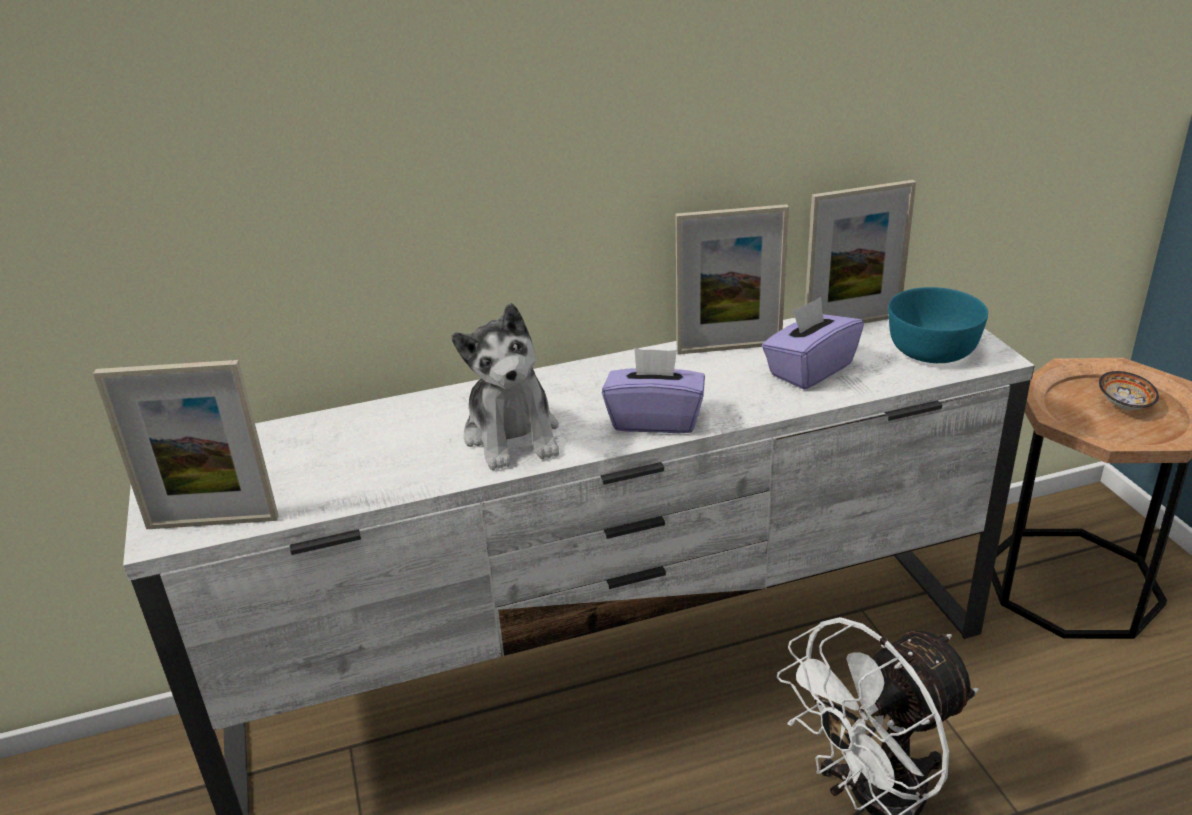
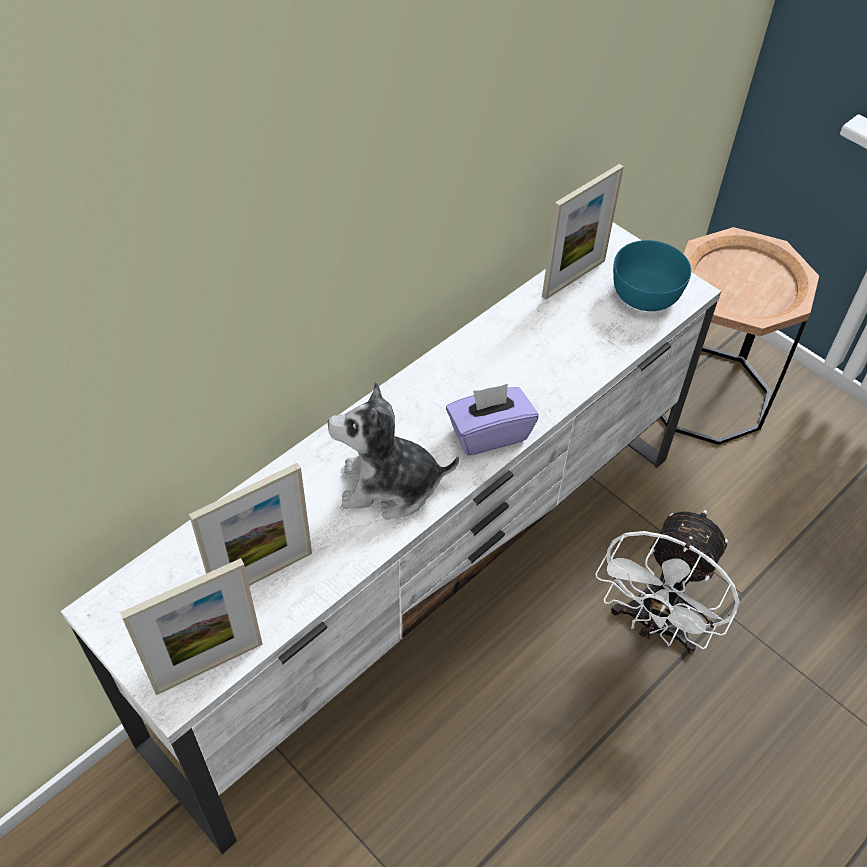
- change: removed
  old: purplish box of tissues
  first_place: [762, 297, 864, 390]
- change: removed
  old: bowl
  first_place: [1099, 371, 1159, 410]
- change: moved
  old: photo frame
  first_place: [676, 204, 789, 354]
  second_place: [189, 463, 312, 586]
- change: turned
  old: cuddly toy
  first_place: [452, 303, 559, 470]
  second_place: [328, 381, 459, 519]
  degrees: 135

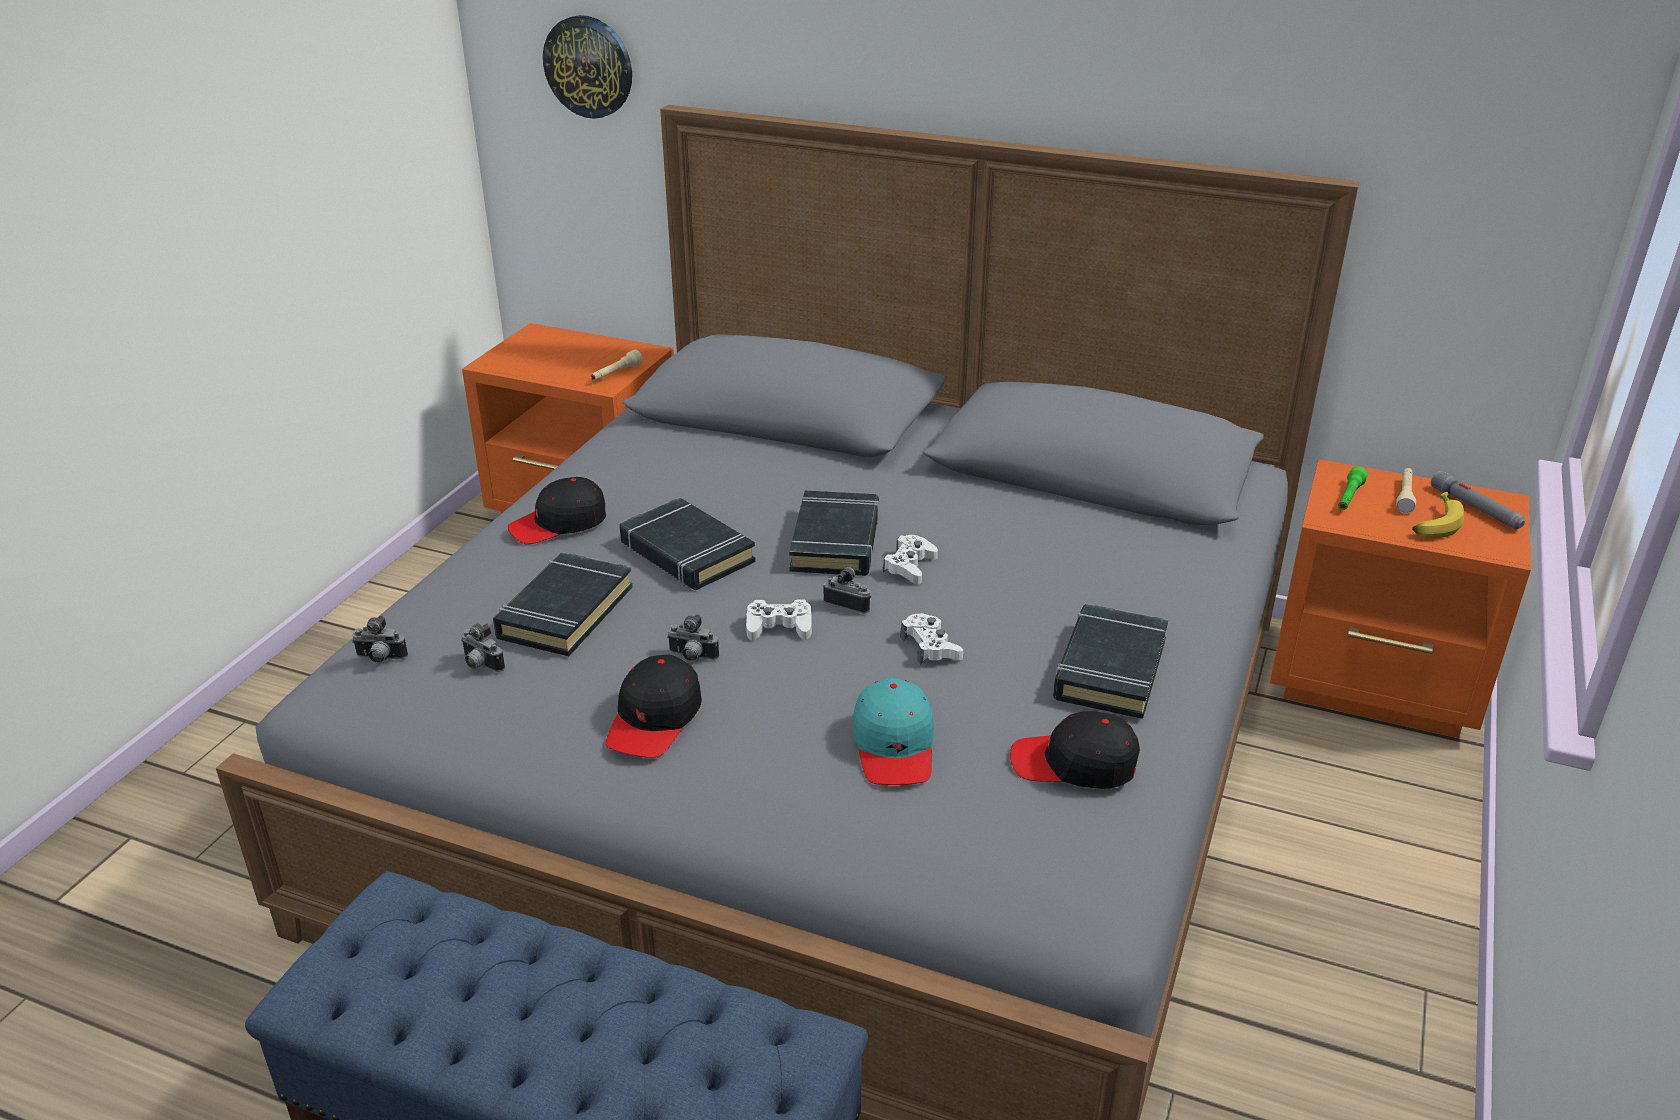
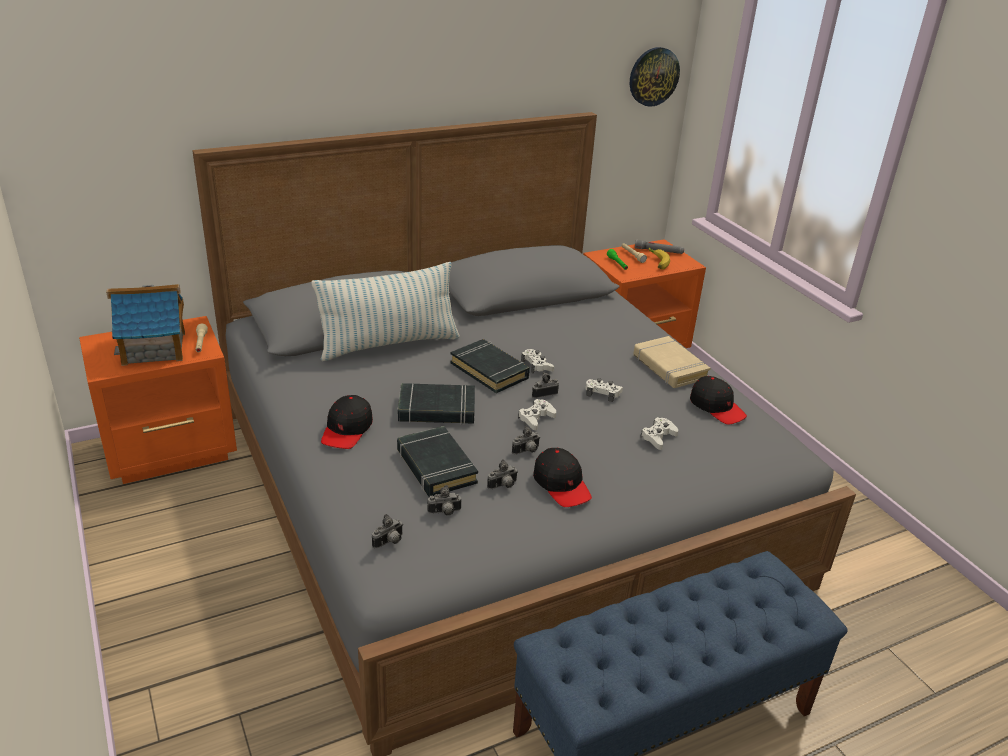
- change: added
  new: miniature house
  second_place: [106, 284, 185, 366]
- change: added
  new: cushion
  second_place: [312, 262, 460, 361]
- change: added
  new: photo camera
  second_place: [487, 459, 518, 489]
- change: moved
  old: clock on the wall
  first_place: [543, 15, 632, 119]
  second_place: [630, 47, 680, 107]
- change: replaced
  old: turquoise-coloured baseball cap
  new: white-coloured joypad
  first_place: [853, 678, 934, 785]
  second_place: [640, 417, 678, 450]
- change: recoloured
  old: black bound book
  new: beige bound book
  first_place: [1053, 604, 1169, 719]
  second_place: [633, 336, 711, 388]
- change: turned
  old: black baseball cap
  first_place: [1010, 711, 1140, 789]
  second_place: [690, 376, 747, 425]
  degrees: -90

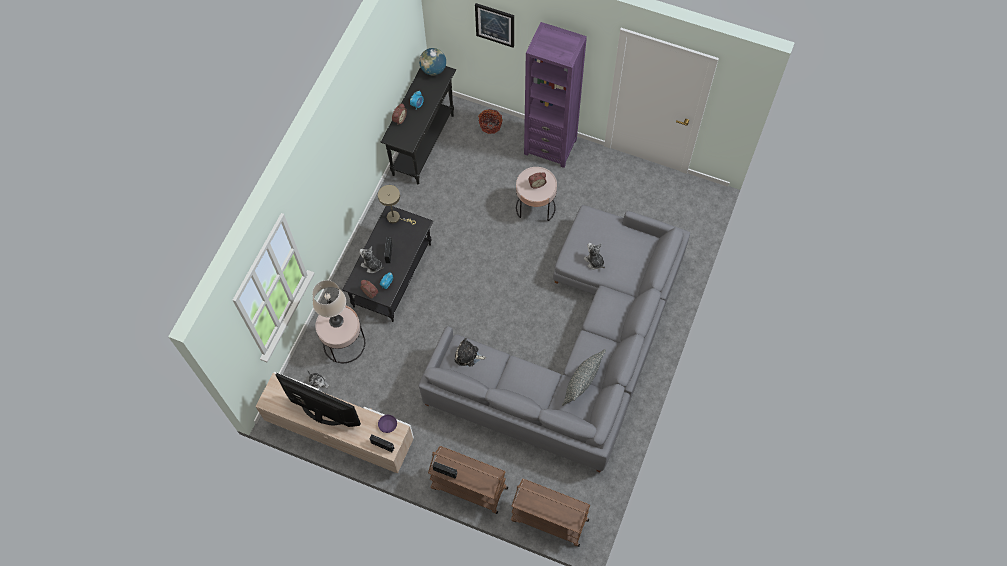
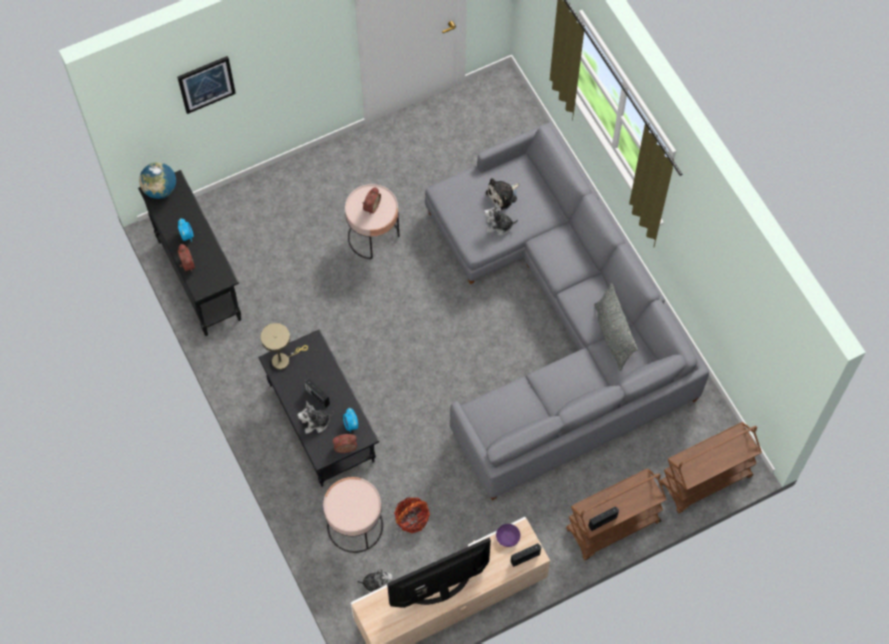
- change: removed
  old: beige tabletop lamp
  first_place: [313, 280, 346, 328]
- change: removed
  old: purplish bookshelf
  first_place: [524, 22, 587, 168]
- change: moved
  old: cuddly toy
  first_place: [455, 338, 486, 367]
  second_place: [486, 178, 519, 210]
- change: moved
  old: storage basket
  first_place: [478, 109, 502, 134]
  second_place: [394, 497, 430, 533]

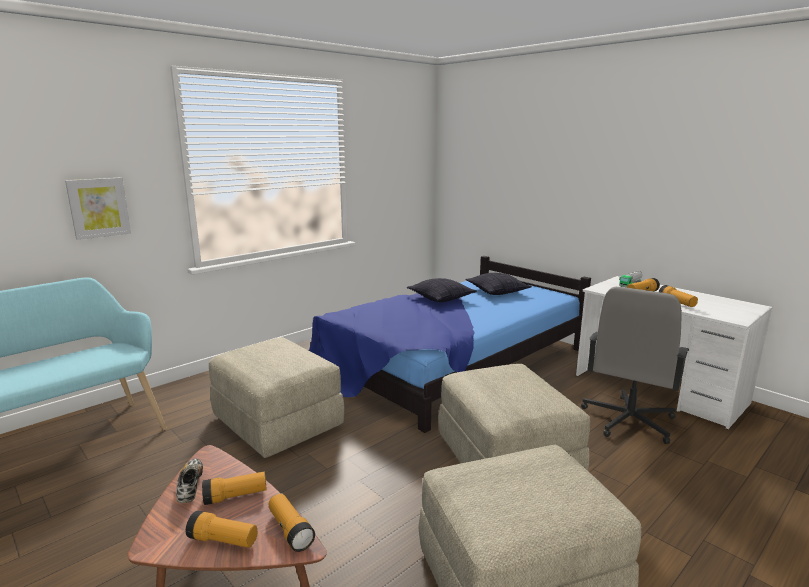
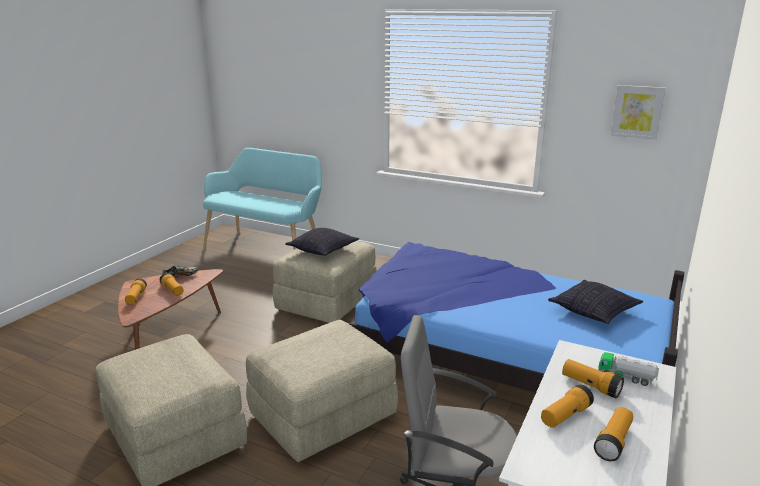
- change: moved
  old: wall art
  first_place: [65, 177, 131, 240]
  second_place: [611, 85, 666, 140]
- change: moved
  old: hand torch
  first_place: [269, 493, 315, 552]
  second_place: [594, 407, 633, 461]
- change: moved
  old: cushion
  first_place: [407, 278, 477, 302]
  second_place: [285, 228, 359, 256]

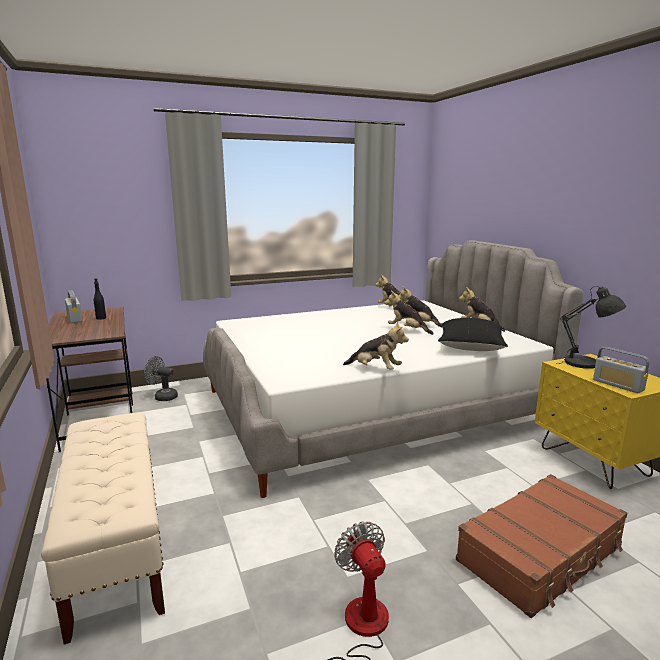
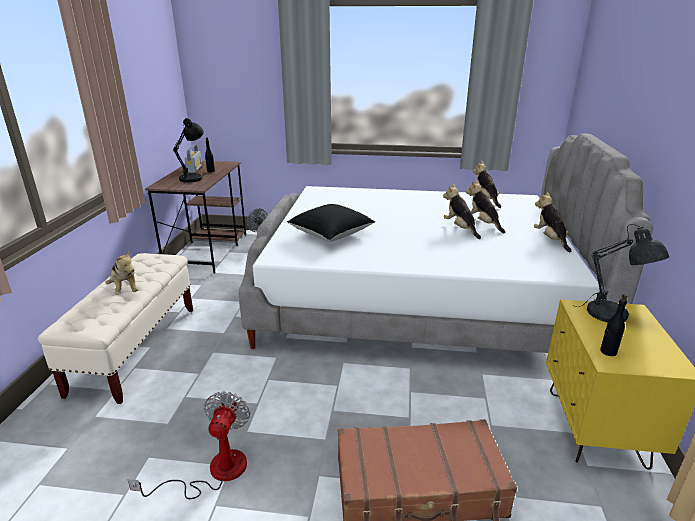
- change: added
  new: black tabletop lamp
  second_place: [173, 118, 204, 182]
- change: moved
  old: cuddly toy
  first_place: [343, 321, 409, 370]
  second_place: [105, 250, 138, 295]
- change: moved
  old: black cushion
  first_place: [438, 318, 508, 351]
  second_place: [287, 204, 375, 242]
- change: replaced
  old: radio
  new: black drink bottle
  first_place: [593, 347, 649, 393]
  second_place: [600, 294, 628, 356]

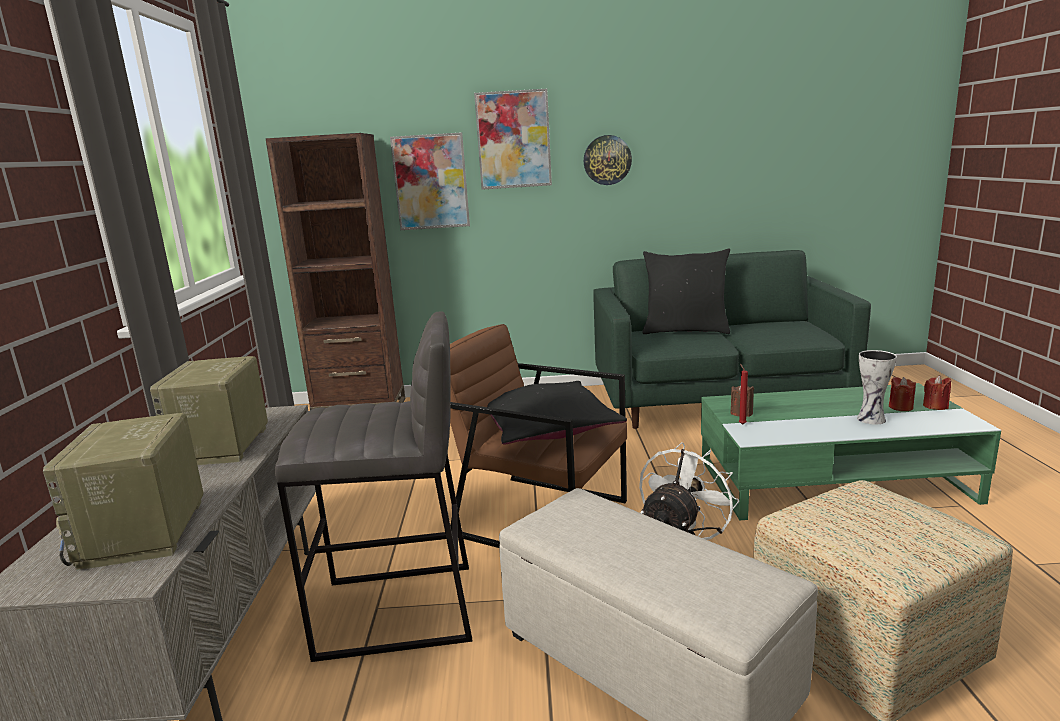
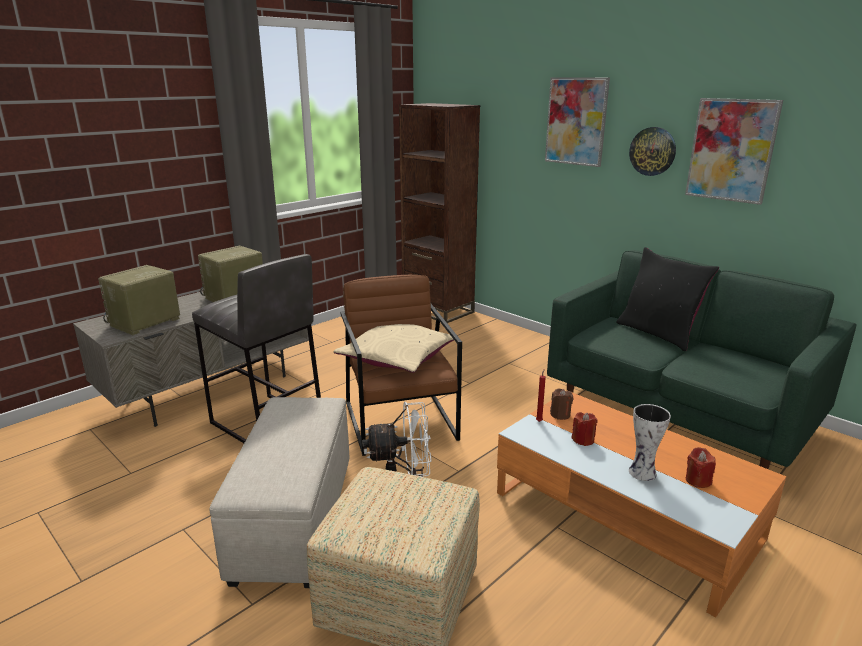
- change: moved
  old: wall art
  first_place: [390, 132, 470, 230]
  second_place: [685, 98, 783, 205]
- change: moved
  old: red candle
  first_place: [923, 375, 951, 410]
  second_place: [572, 412, 598, 446]
- change: recoloured
  old: black cushion
  new: beige cushion
  first_place: [487, 381, 627, 445]
  second_place: [334, 324, 454, 373]
- change: recoloured
  old: greenish lounge table
  new: orange lounge table
  first_place: [701, 383, 1001, 520]
  second_place: [497, 393, 786, 618]

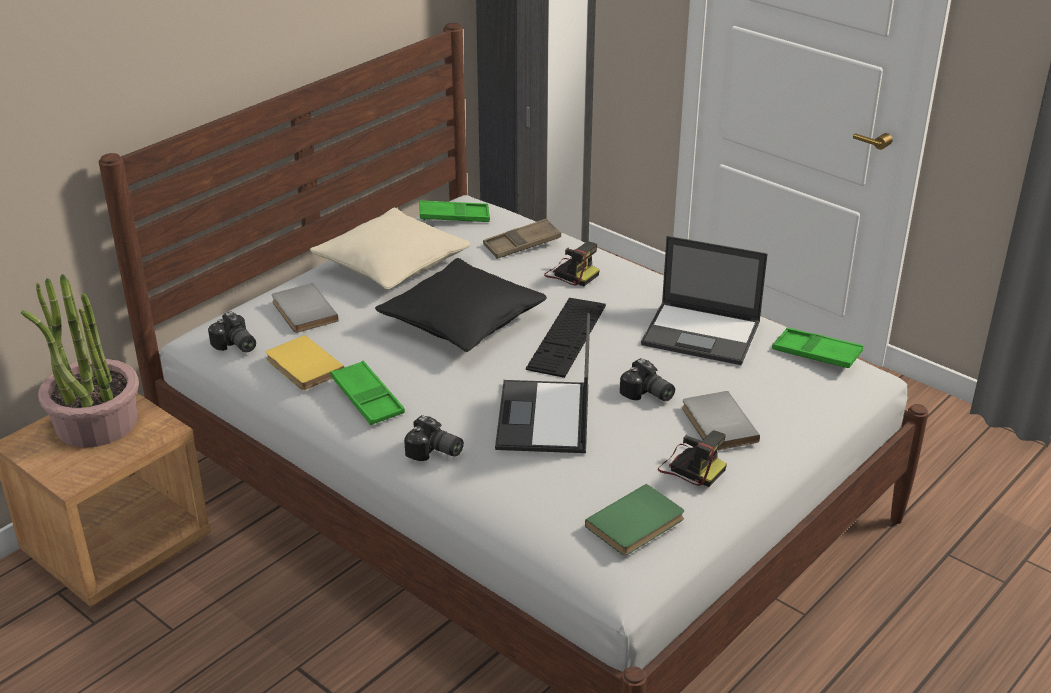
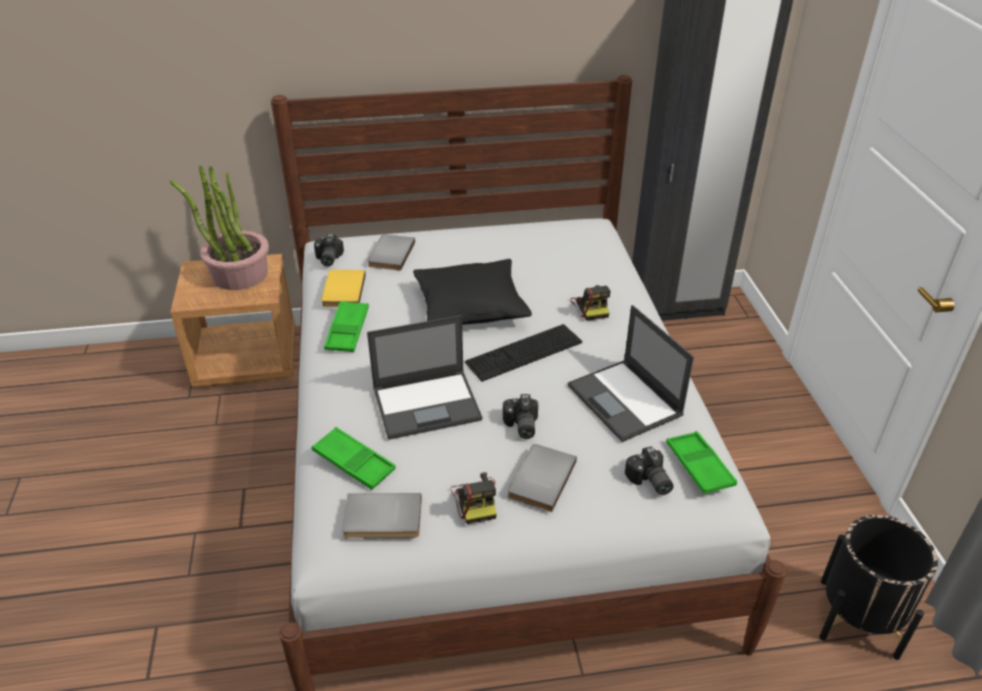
- change: removed
  old: beige cushion
  first_place: [310, 208, 471, 290]
- change: removed
  old: brown-coloured serving tray
  first_place: [483, 219, 561, 259]
- change: added
  new: black flower pot
  second_place: [819, 515, 938, 660]
- change: moved
  old: photo camera
  first_place: [404, 415, 464, 461]
  second_place: [625, 446, 674, 495]
- change: moved
  old: greenish serving tray
  first_place: [419, 200, 490, 222]
  second_place: [312, 427, 396, 490]
- change: recoloured
  old: greenish bound book
  new: grey bound book
  first_place: [585, 484, 684, 555]
  second_place: [342, 493, 422, 538]
- change: turned
  old: portable computer
  first_place: [495, 313, 590, 453]
  second_place: [367, 315, 483, 440]
  degrees: -150

